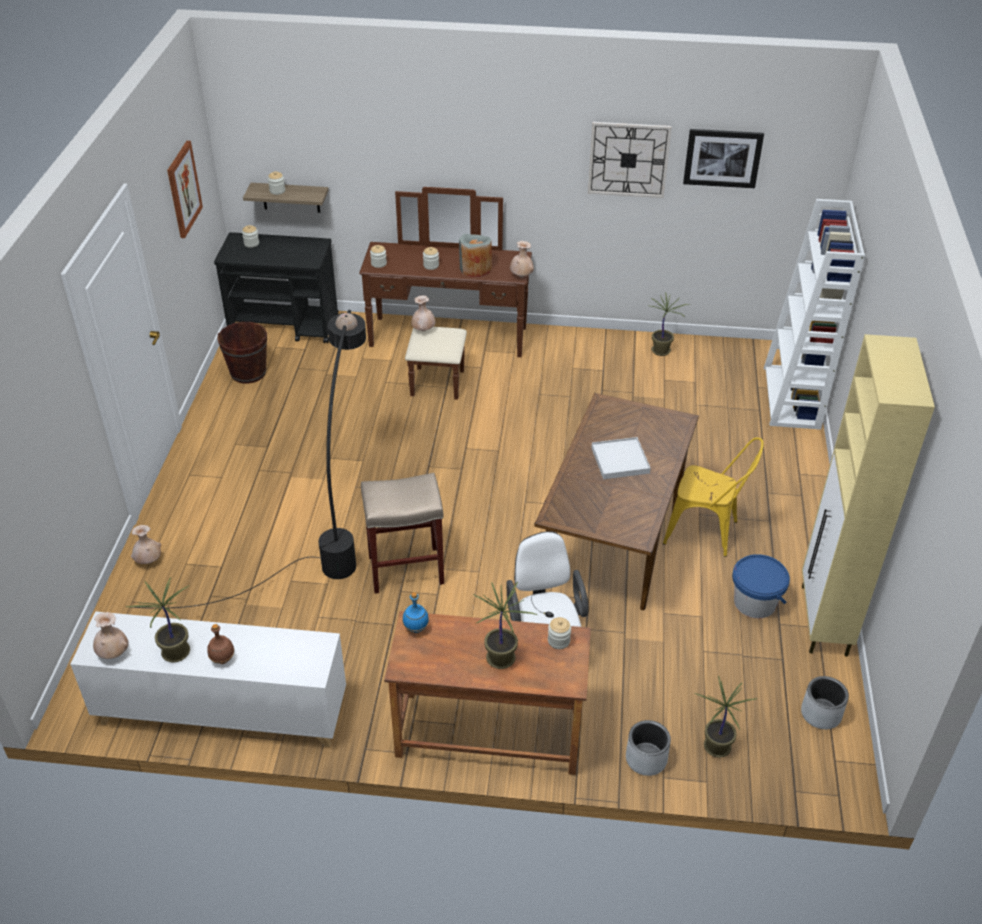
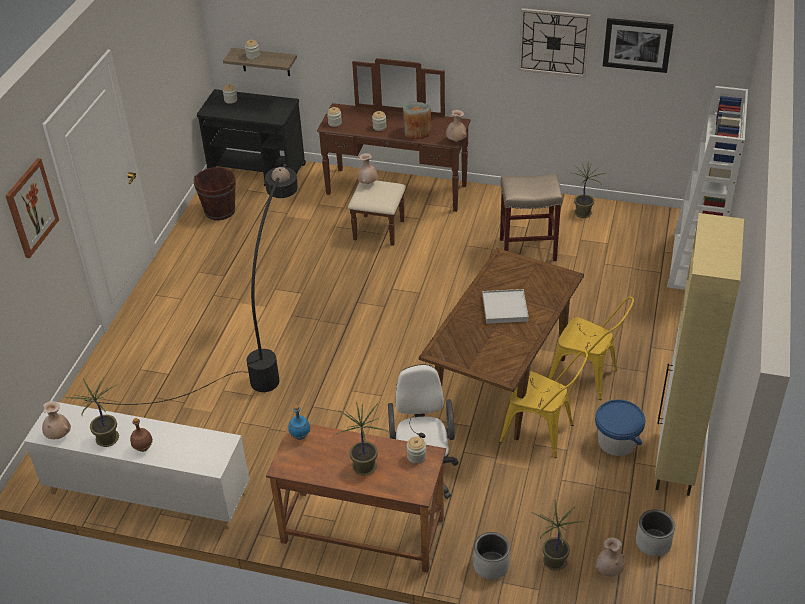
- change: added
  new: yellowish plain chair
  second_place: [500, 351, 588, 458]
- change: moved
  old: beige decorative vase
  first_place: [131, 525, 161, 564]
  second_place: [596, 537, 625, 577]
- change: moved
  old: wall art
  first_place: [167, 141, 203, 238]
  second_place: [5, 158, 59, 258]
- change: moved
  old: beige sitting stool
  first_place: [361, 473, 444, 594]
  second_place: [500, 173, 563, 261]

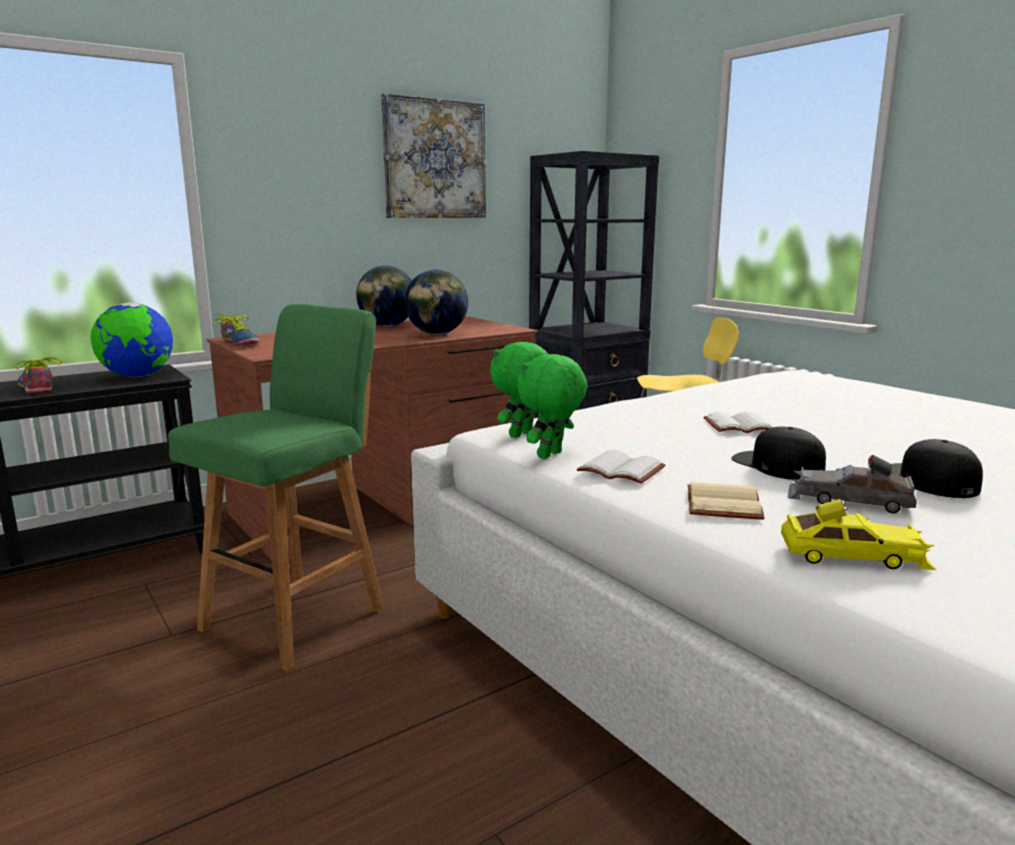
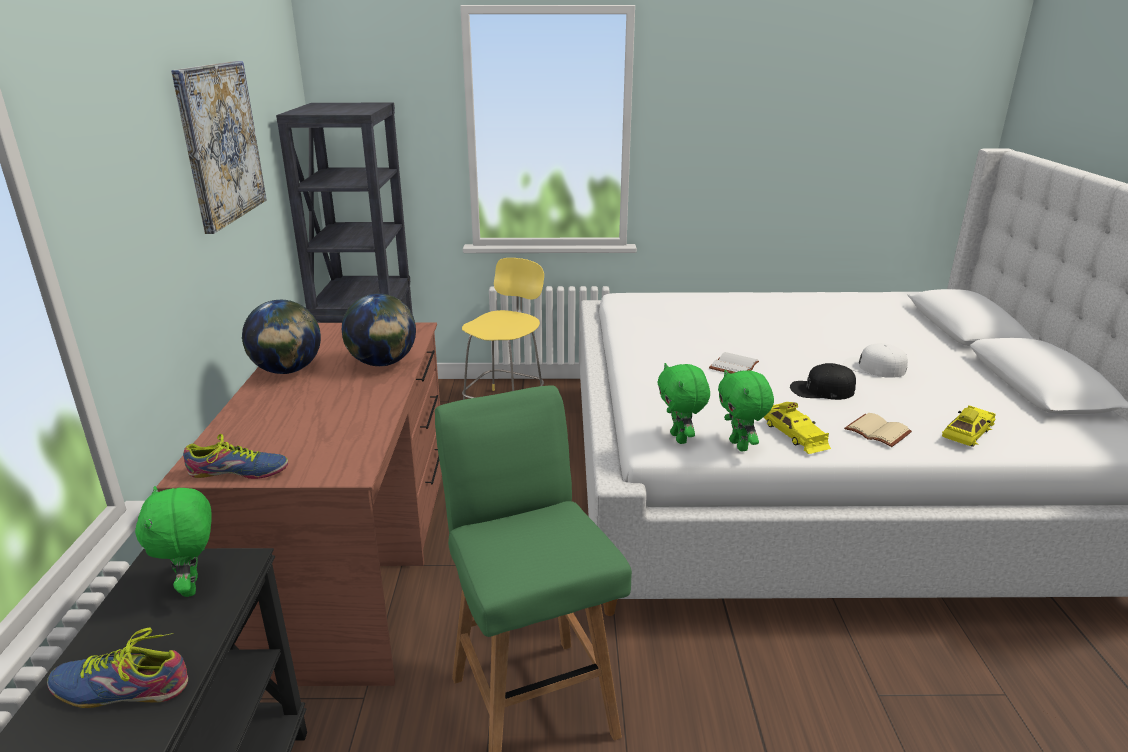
- change: removed
  old: grey model car
  first_place: [788, 455, 917, 513]
- change: replaced
  old: globe
  new: greenish cuddly toy
  first_place: [91, 303, 173, 377]
  second_place: [135, 486, 212, 597]
- change: replaced
  old: white-coloured bound book
  new: yellowish model car
  first_place: [577, 450, 665, 484]
  second_place: [764, 402, 831, 454]
- change: recoloured
  old: black baseball cap
  new: white-coloured baseball cap
  first_place: [891, 439, 983, 498]
  second_place: [843, 343, 908, 378]

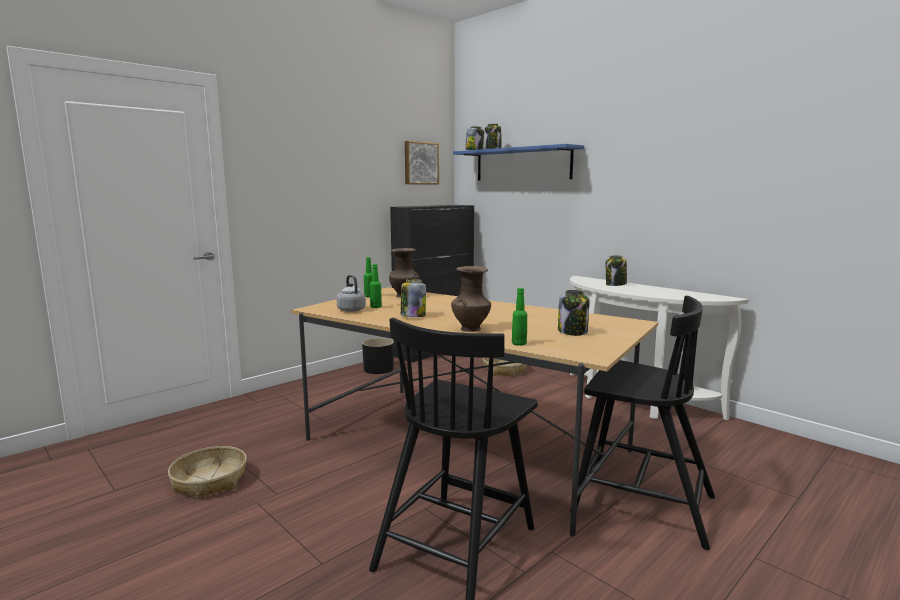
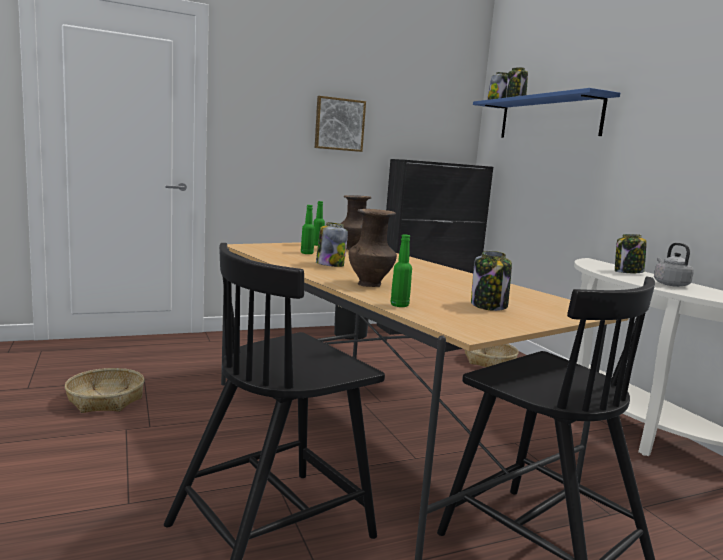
- change: moved
  old: grey kettle
  first_place: [337, 275, 366, 312]
  second_place: [654, 243, 694, 287]
- change: moved
  old: wall art
  first_place: [405, 141, 439, 185]
  second_place: [315, 96, 366, 152]

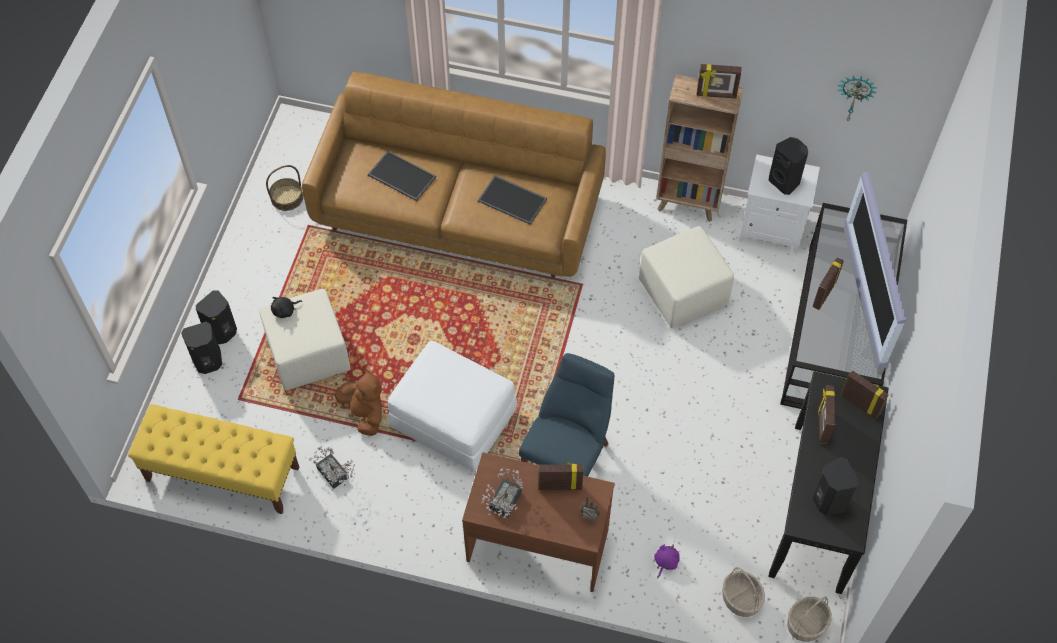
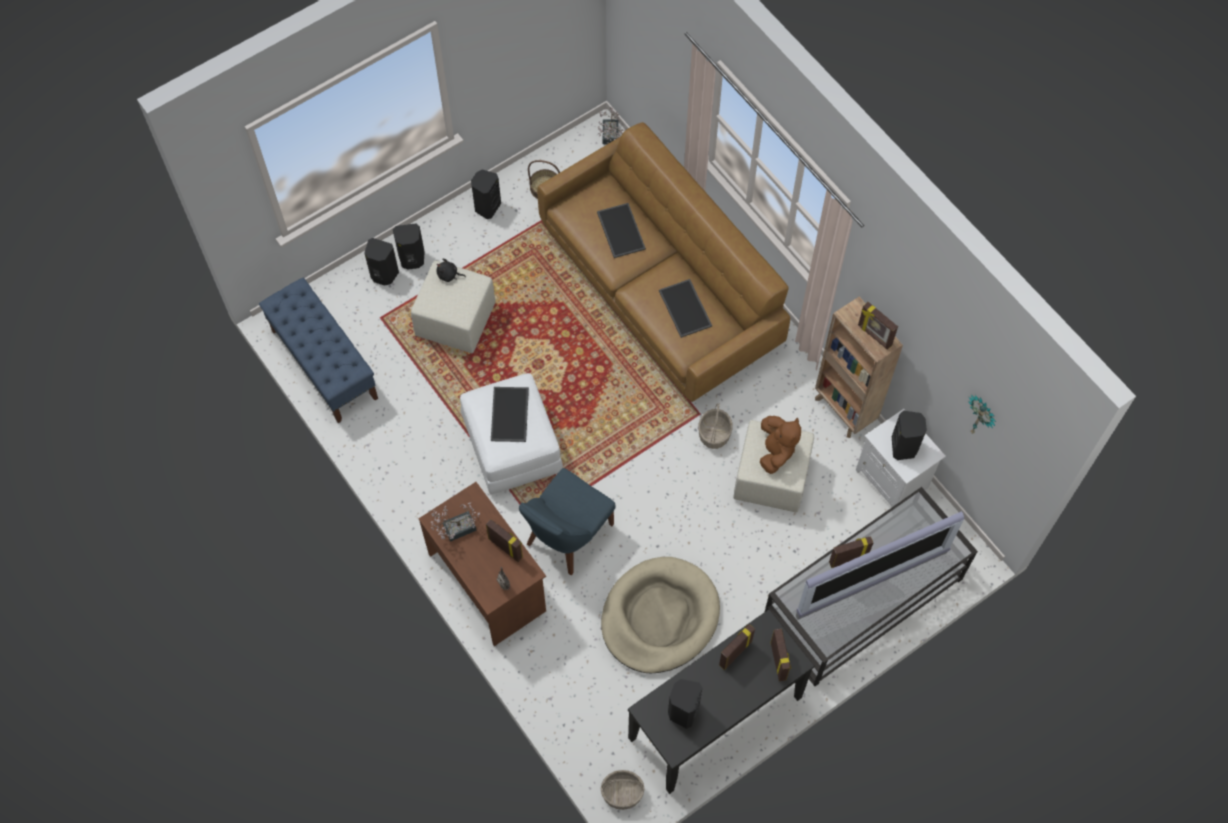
- change: removed
  old: purplish cuddly toy
  first_place: [654, 544, 680, 579]
- change: added
  new: black speaker
  second_place: [471, 169, 501, 219]
- change: added
  new: serving tray
  second_place: [491, 387, 529, 442]
- change: added
  new: beige dog bed
  second_place: [601, 557, 720, 673]
- change: moved
  old: plant in a pot
  first_place: [309, 446, 355, 489]
  second_place: [597, 107, 625, 144]
- change: moved
  old: brown-coloured cuddly toy
  first_place: [335, 369, 382, 436]
  second_place: [760, 416, 801, 474]
- change: moved
  old: storage basket
  first_place: [722, 567, 765, 617]
  second_place: [698, 403, 733, 449]
- change: recoloured
  old: yellowish indoor bench
  new: blue indoor bench
  first_place: [128, 404, 299, 514]
  second_place: [259, 278, 378, 423]
- change: turned
  old: blue plain chair
  first_place: [519, 353, 614, 477]
  second_place: [519, 468, 616, 575]
  degrees: 150
- change: turned
  old: TV set
  first_place: [844, 171, 906, 375]
  second_place: [796, 511, 964, 620]
  degrees: -150

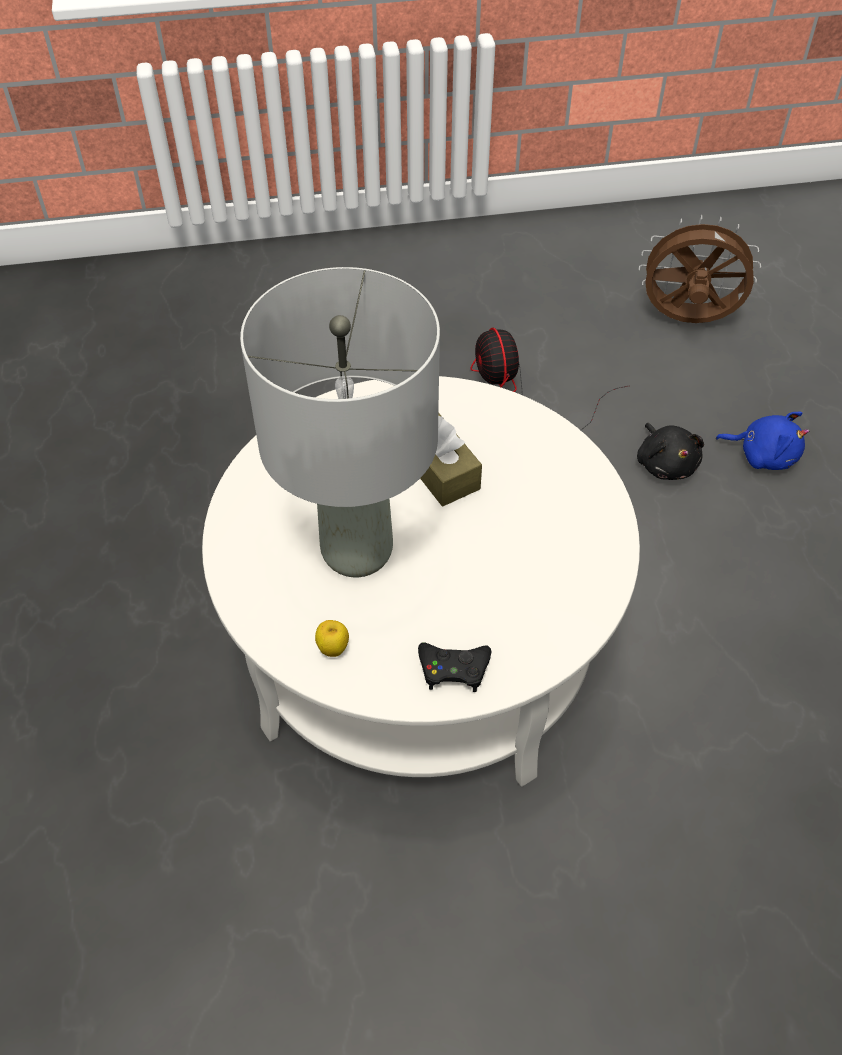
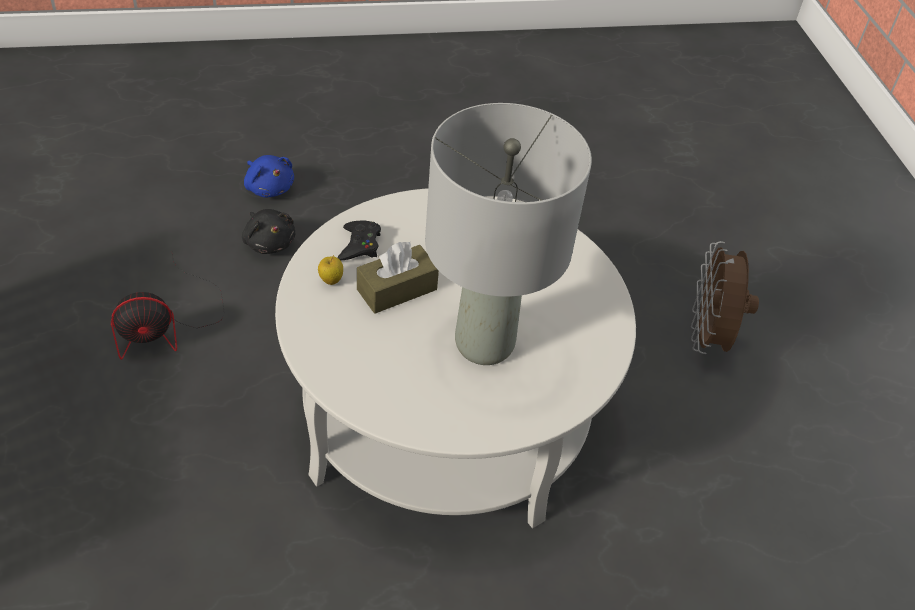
- change: moved
  old: whole apple
  first_place: [315, 620, 349, 657]
  second_place: [318, 255, 343, 285]
- change: moved
  old: black joypad
  first_place: [418, 642, 491, 692]
  second_place: [337, 221, 381, 260]
- change: moved
  old: brown-coloured fan
  first_place: [639, 215, 761, 323]
  second_place: [691, 241, 759, 354]
- change: turned
  old: black cuddly toy
  first_place: [637, 423, 704, 480]
  second_place: [242, 209, 295, 254]
  degrees: 75
- change: turned
  old: blue cuddly toy
  first_place: [716, 412, 809, 470]
  second_place: [244, 155, 294, 198]
  degrees: 120

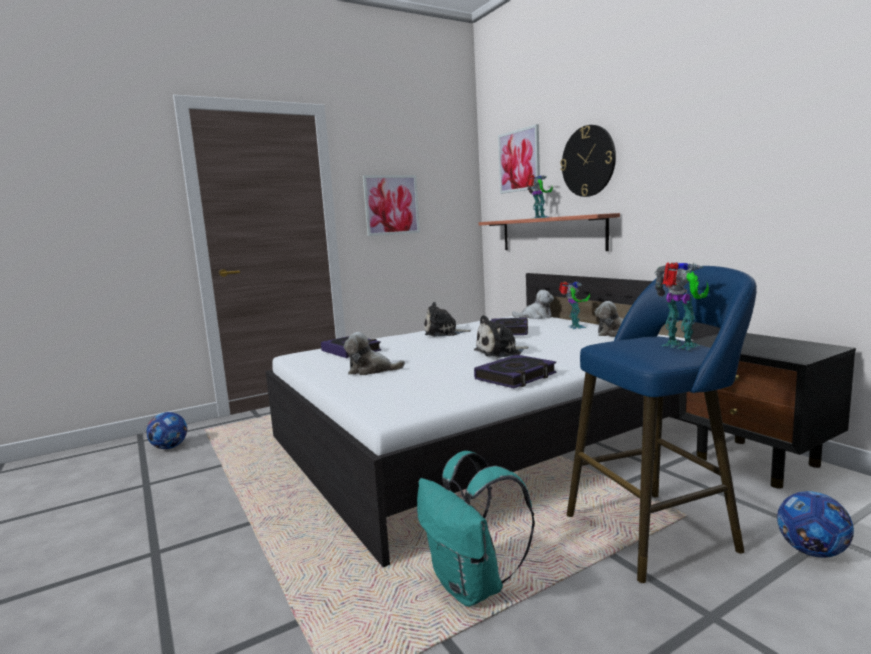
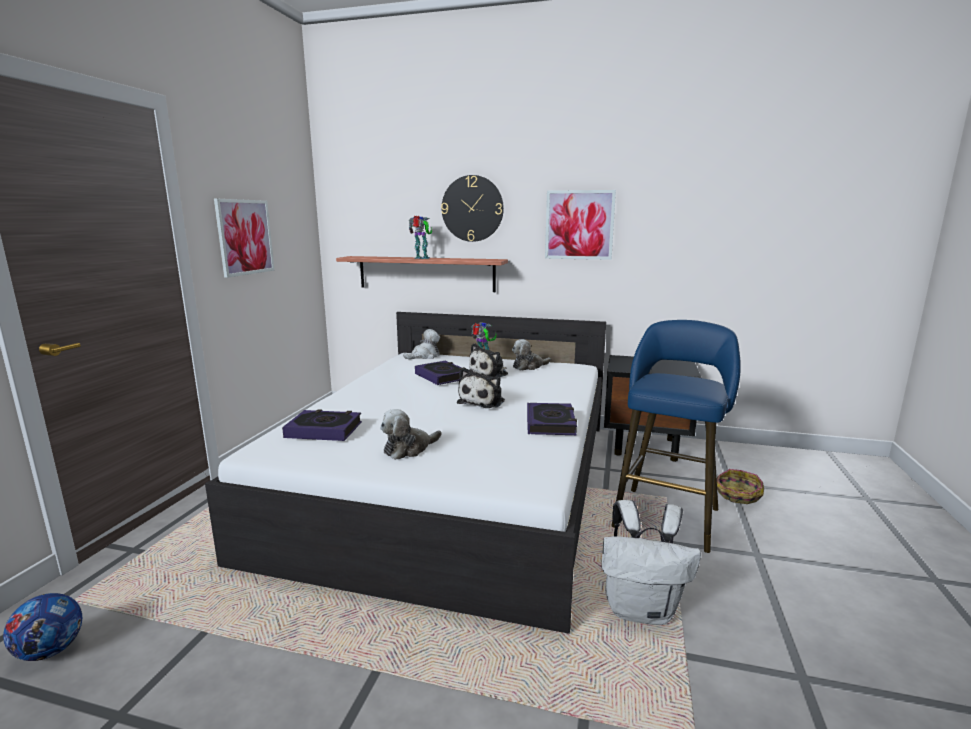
- change: removed
  old: robot figure
  first_place: [655, 262, 709, 350]
- change: moved
  old: cuddly toy
  first_place: [424, 302, 471, 337]
  second_place: [469, 343, 508, 377]
- change: moved
  old: wall art
  first_place: [498, 124, 540, 194]
  second_place: [545, 190, 616, 260]
- change: replaced
  old: football
  new: storage basket
  first_place: [777, 491, 854, 558]
  second_place: [717, 469, 764, 504]
- change: recoloured
  old: turquoise-coloured backpack
  new: white-coloured backpack
  first_place: [417, 451, 535, 607]
  second_place: [602, 500, 701, 625]

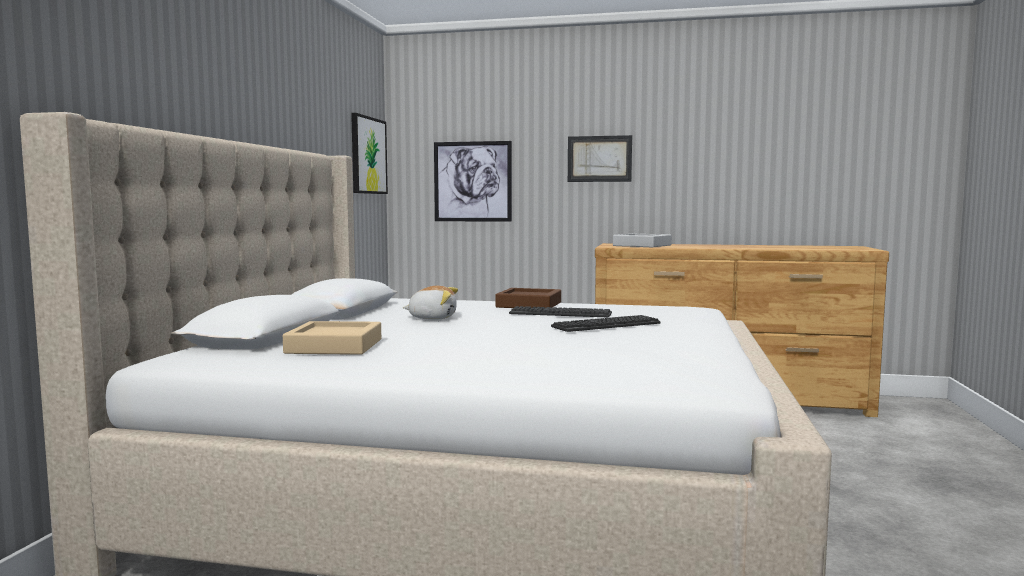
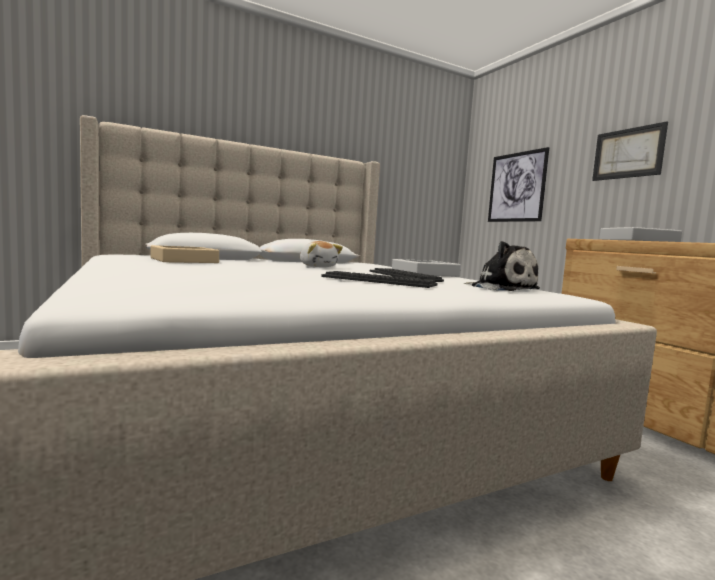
- change: removed
  old: wall art
  first_place: [351, 113, 388, 194]
- change: added
  new: cuddly toy
  second_place: [464, 241, 540, 291]
- change: recoloured
  old: brown-coloured serving tray
  new: grey serving tray
  first_place: [495, 288, 561, 308]
  second_place: [392, 259, 461, 277]

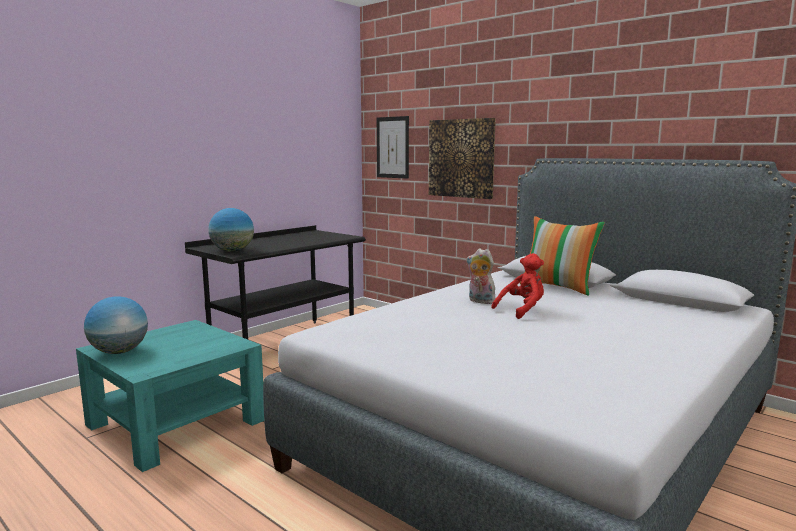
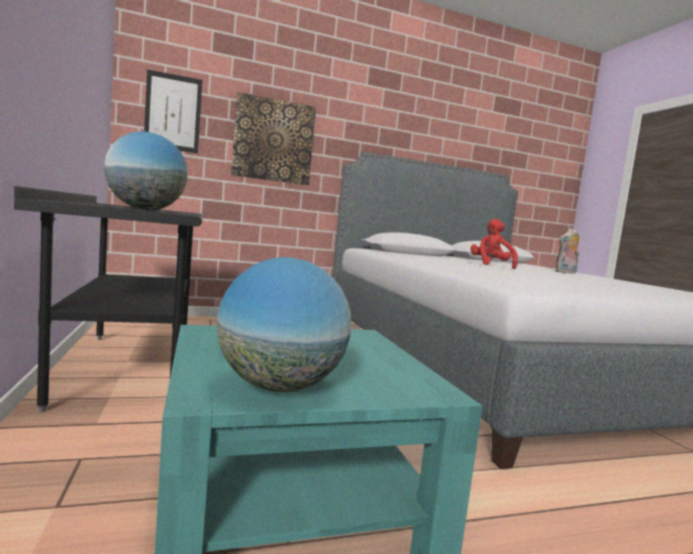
- change: removed
  old: cushion
  first_place: [520, 216, 605, 296]
- change: moved
  old: cuddly toy
  first_place: [466, 249, 495, 304]
  second_place: [555, 229, 579, 274]

